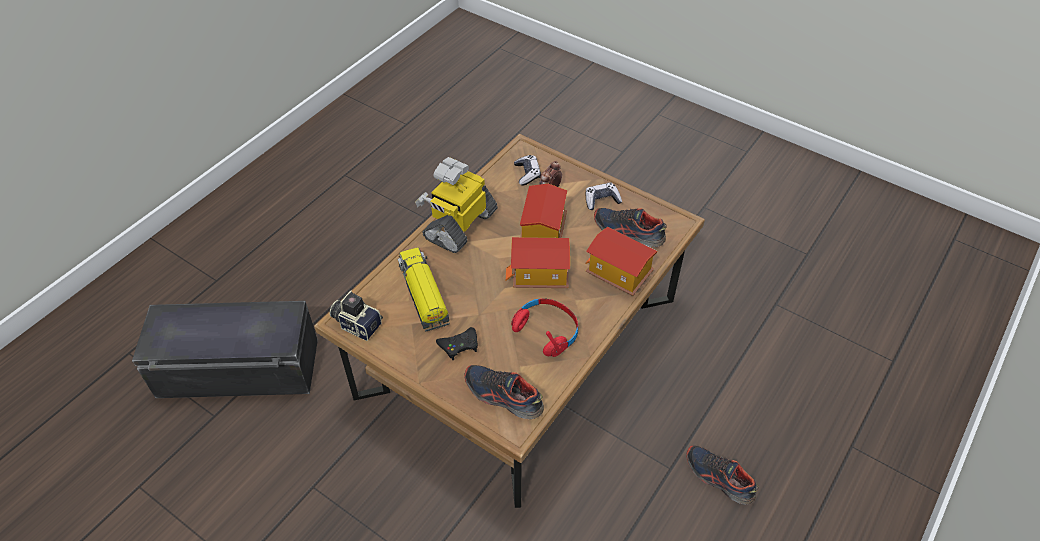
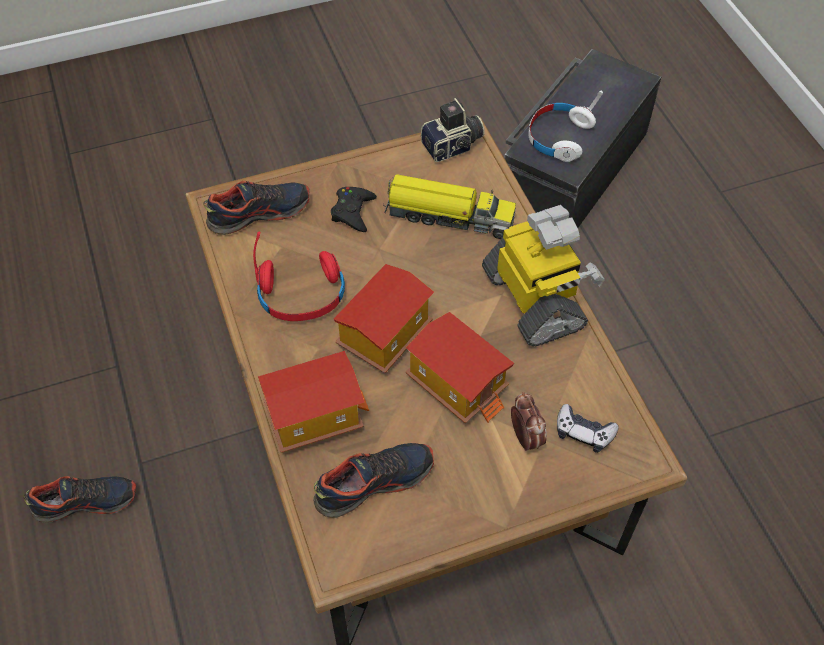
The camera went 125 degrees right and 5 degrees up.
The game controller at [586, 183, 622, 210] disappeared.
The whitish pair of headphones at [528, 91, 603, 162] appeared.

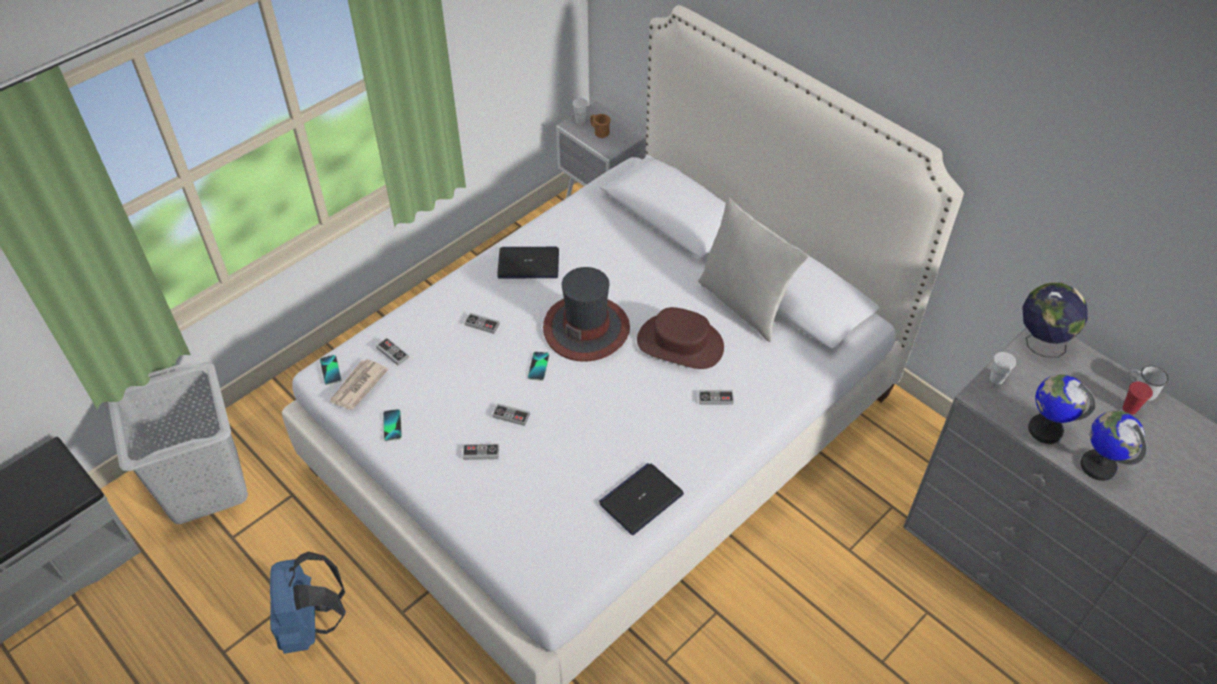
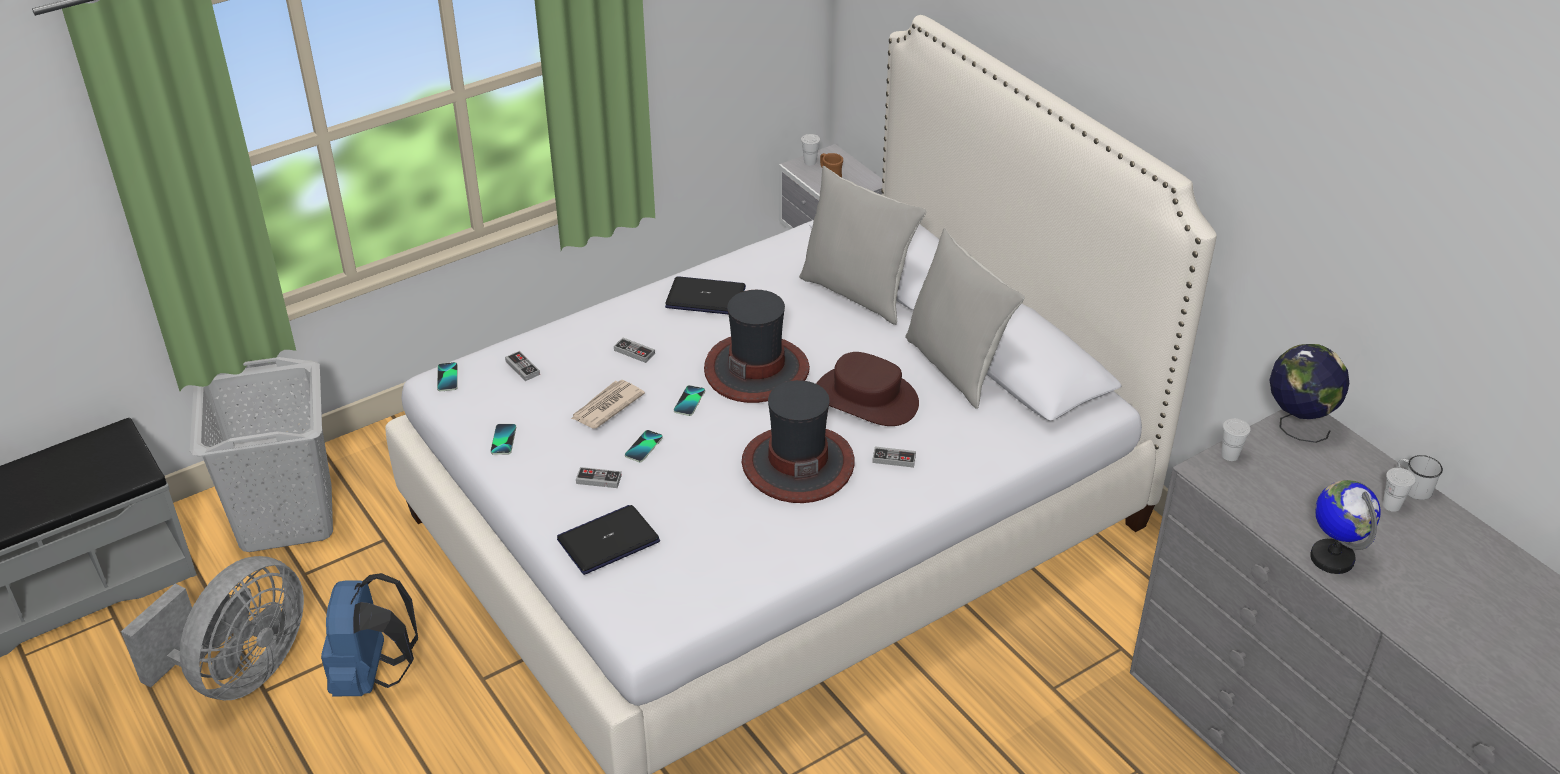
The camera went 10 degrees right and 10 degrees down.
The daily paper moved from [330, 359, 388, 410] to [571, 380, 645, 429].
The desk globe at [1028, 374, 1096, 444] disappeared.
The red small cup at [1122, 382, 1153, 415] became the whitish small cup at [1383, 468, 1416, 512].
The game controller at [492, 404, 530, 426] was replaced by the phone at [625, 430, 663, 462].
The notebook computer moved from [599, 463, 684, 535] to [557, 505, 660, 575].
The gray pillow at [799, 166, 927, 325] appeared.
The wearable hat at [742, 380, 855, 503] appeared.
The gray cooling fan at [121, 556, 304, 700] appeared.

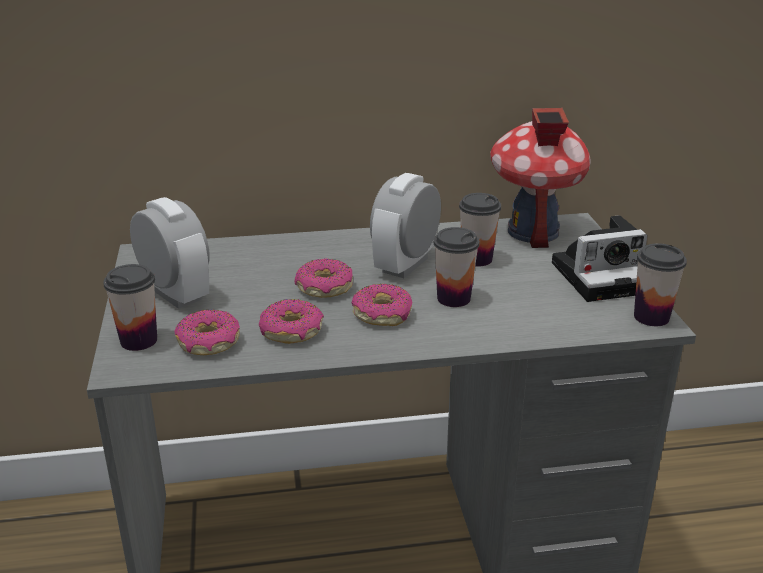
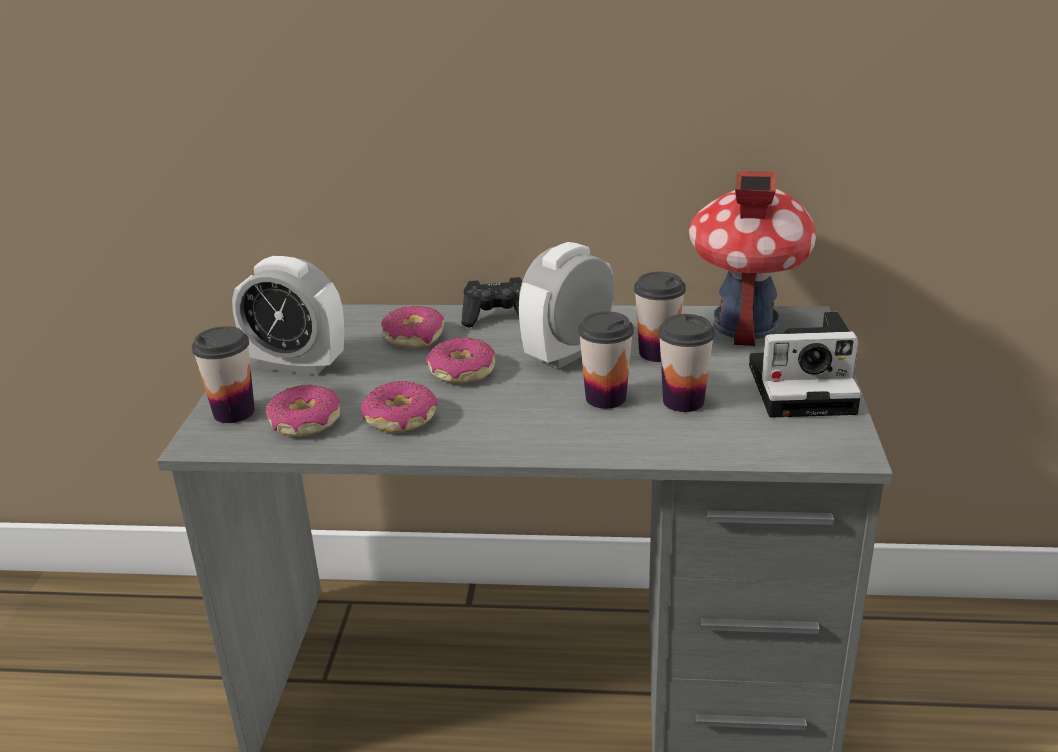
The camera went 15 degrees right and 0 degrees up.
The table clock at [130, 197, 210, 309] turned 135 degrees clockwise.
The small cup moved from [634, 243, 687, 326] to [658, 314, 715, 412].
The ring doughnut moved from [352, 284, 412, 326] to [381, 306, 444, 348].
The black-coloured game controller at [461, 277, 522, 327] appeared.

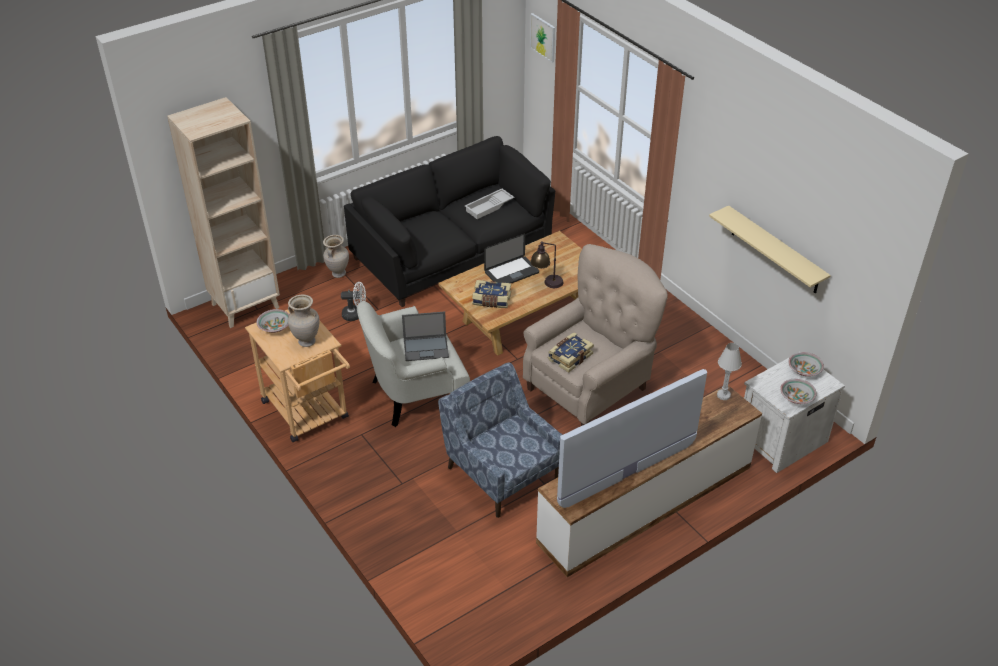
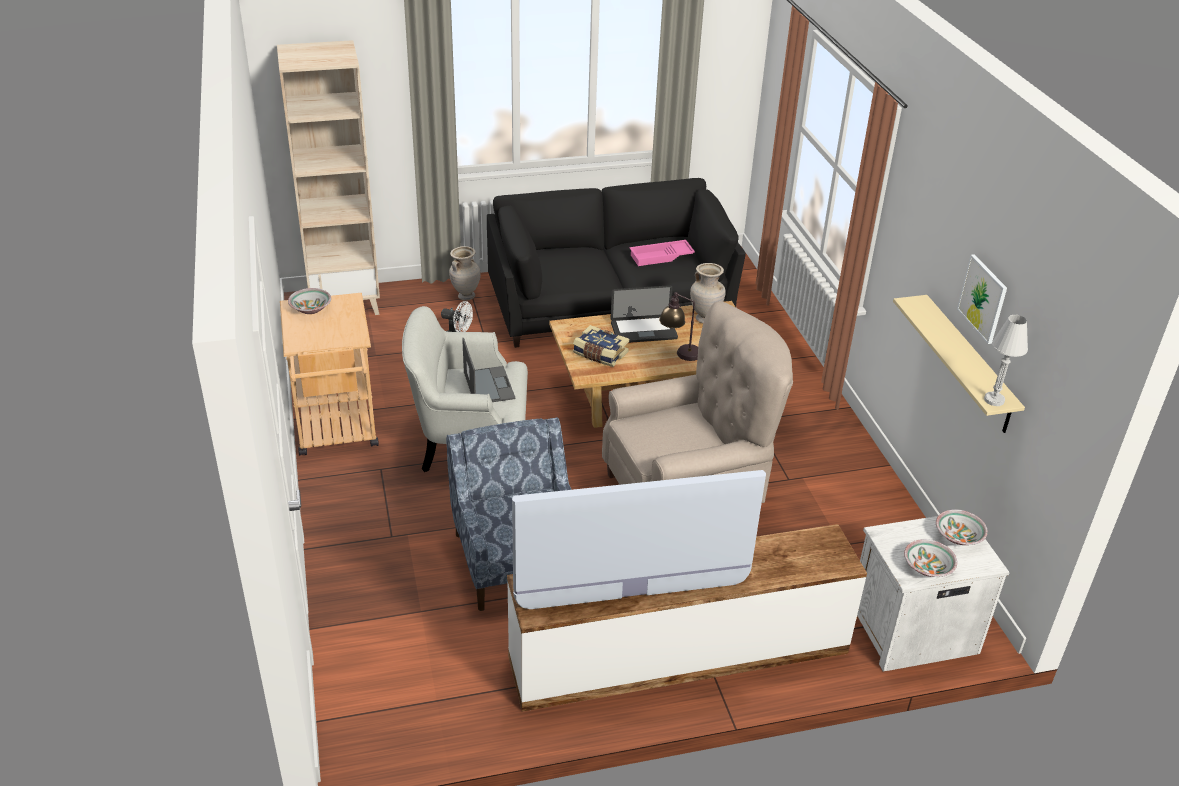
The camera went 20 degrees right and 5 degrees down.
The picture moved from [530, 13, 555, 63] to [957, 254, 1007, 344].
The whitish carrying tray at [465, 189, 514, 219] became the pink-coloured carrying tray at [629, 240, 695, 266].
The sand-coloured decorative vase moved from [288, 294, 320, 347] to [690, 263, 726, 323].
The notebook computer at [402, 312, 449, 361] turned 120 degrees counterclockwise.
The book at [548, 333, 594, 373] disappeared.
The whitish table lamp moved from [717, 343, 742, 400] to [984, 315, 1028, 406].

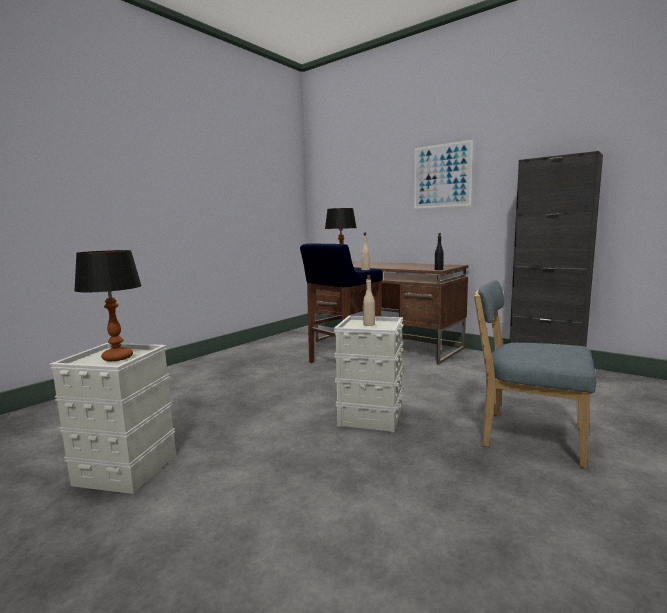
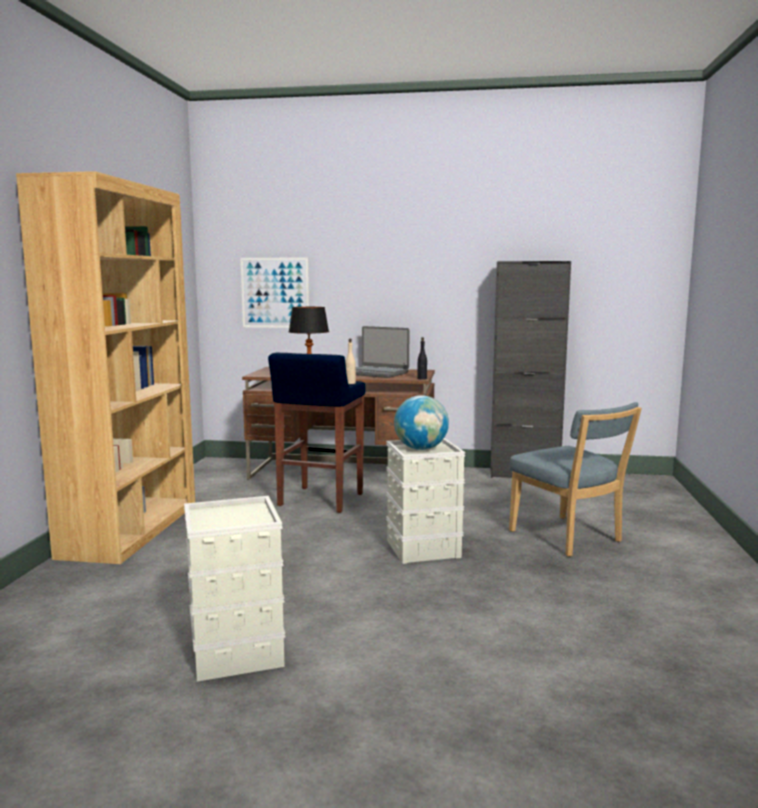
The camera went 30 degrees left and 0 degrees up.
The picture moved from [414, 139, 473, 209] to [241, 258, 309, 328].
The table lamp at [74, 250, 142, 361] disappeared.
The sand-coloured drink bottle at [363, 275, 375, 326] was replaced by the desk globe at [394, 395, 449, 450].
The blue-coloured upright chair at [474, 280, 596, 468] turned 120 degrees counterclockwise.
The brown-coloured bookcase at [16, 171, 195, 564] appeared.
The notebook computer at [356, 326, 409, 378] appeared.

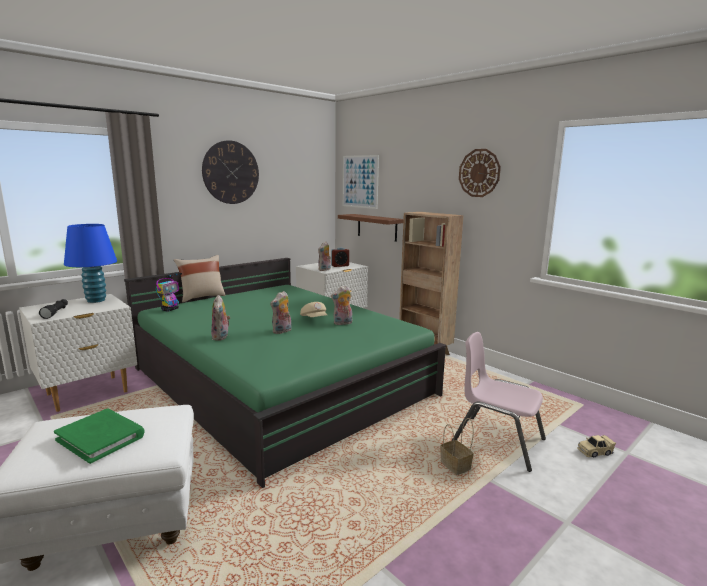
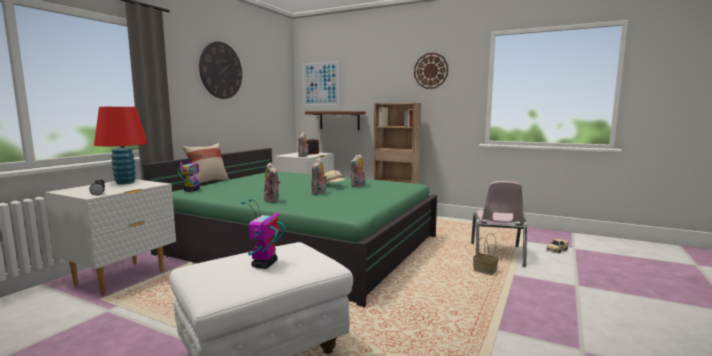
The camera went 20 degrees left and 5 degrees down.
The blue-coloured table lamp at [64, 224, 117, 303] became the red table lamp at [94, 107, 148, 184].
The pink-coloured upright chair at [451, 332, 546, 472] turned 90 degrees counterclockwise.
The green book at [54, 409, 145, 464] was replaced by the toy robot at [241, 199, 285, 269].

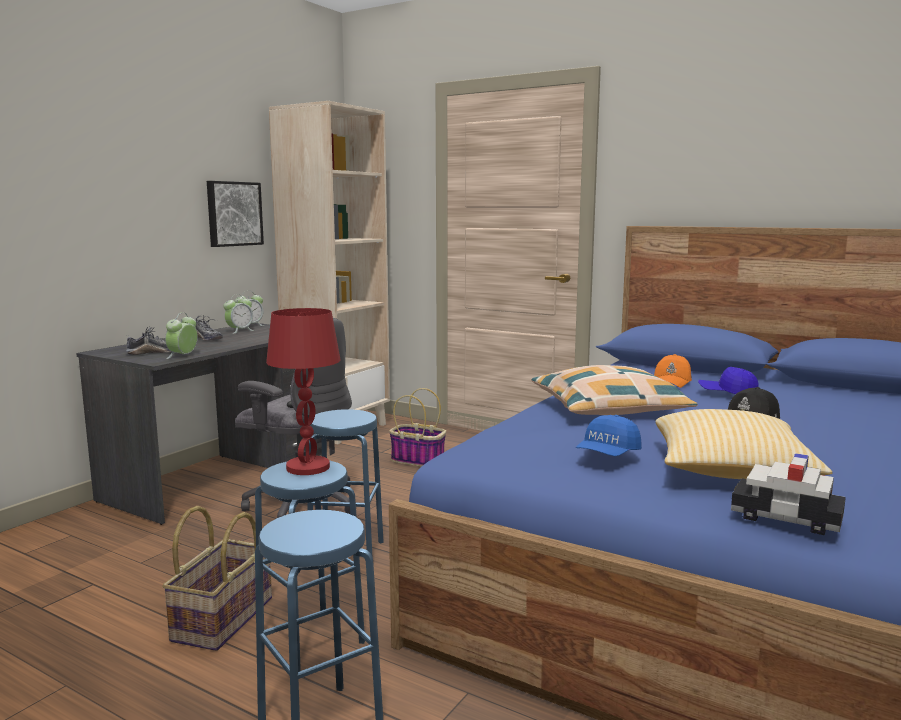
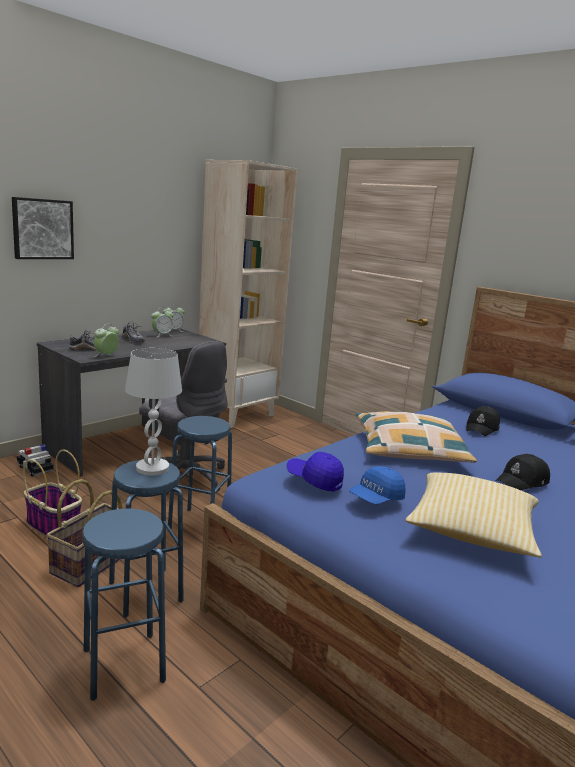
The camera went 10 degrees right and 5 degrees up.
The picture moved from [207, 181, 264, 247] to [12, 197, 74, 259].
The red table lamp at [266, 308, 340, 475] became the whitish table lamp at [125, 348, 182, 476].
The orangey baseball cap at [654, 354, 692, 388] became the black-coloured baseball cap at [466, 406, 500, 436].
The blue-coloured baseball cap moved from [698, 367, 759, 394] to [287, 452, 344, 492].
The household basket moved from [389, 388, 446, 467] to [23, 450, 82, 538].
The toy car moved from [731, 453, 846, 535] to [17, 444, 54, 477].

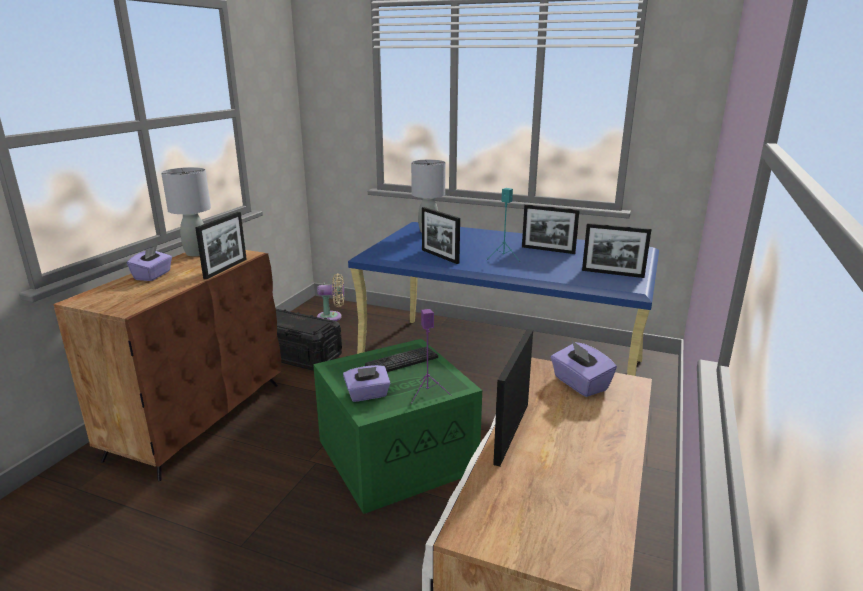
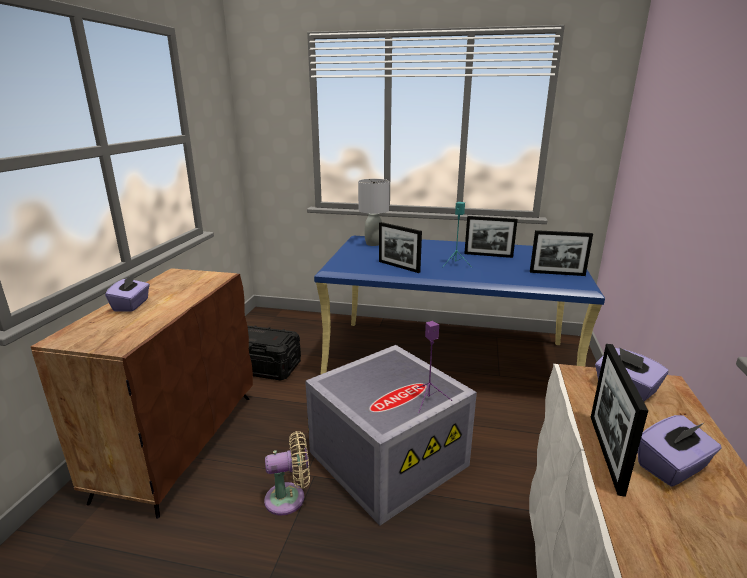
The camera went 10 degrees left and 0 degrees up.
The gray table lamp at [161, 167, 211, 256] disappeared.
The picture frame at [195, 212, 247, 280] disappeared.
The sand-coloured cooling fan moved from [317, 274, 344, 321] to [264, 431, 310, 516].
The green storage container at [313, 339, 482, 514] became the gray storage container at [305, 345, 477, 526].
The keyboard at [365, 346, 438, 372] disappeared.
The purplish tissue holder moved from [343, 365, 390, 402] to [637, 415, 722, 486].

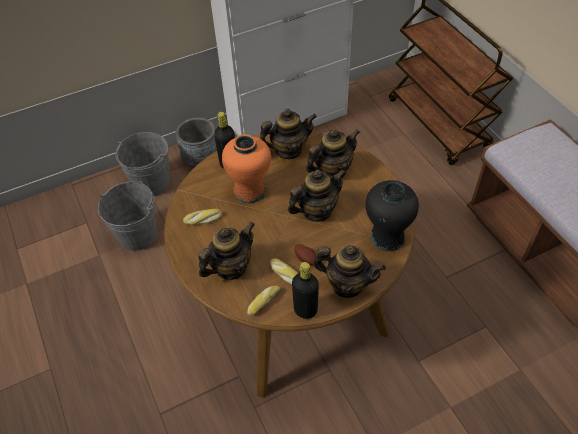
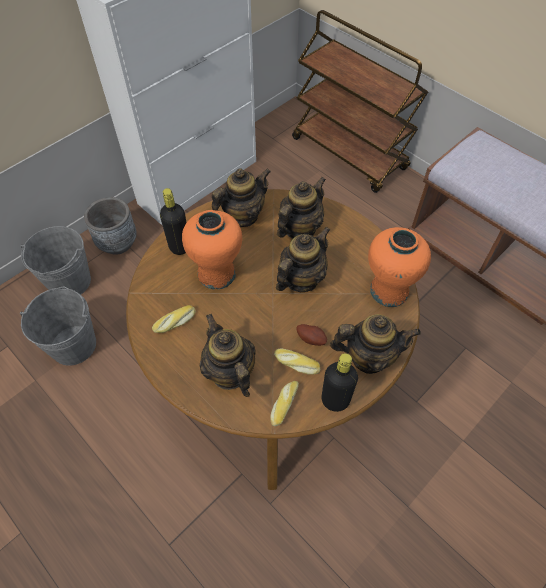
The camera went 20 degrees left and 5 degrees up.
The black-coloured decorative vase at [365, 180, 419, 252] became the orangey decorative vase at [368, 227, 431, 307].
The tea pot at [198, 222, 255, 280] turned 60 degrees counterclockwise.

